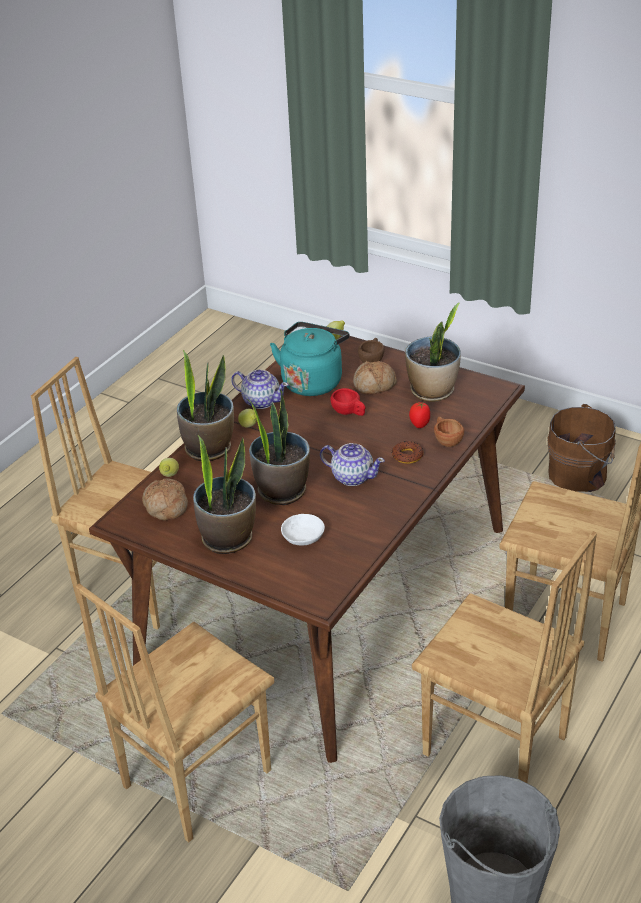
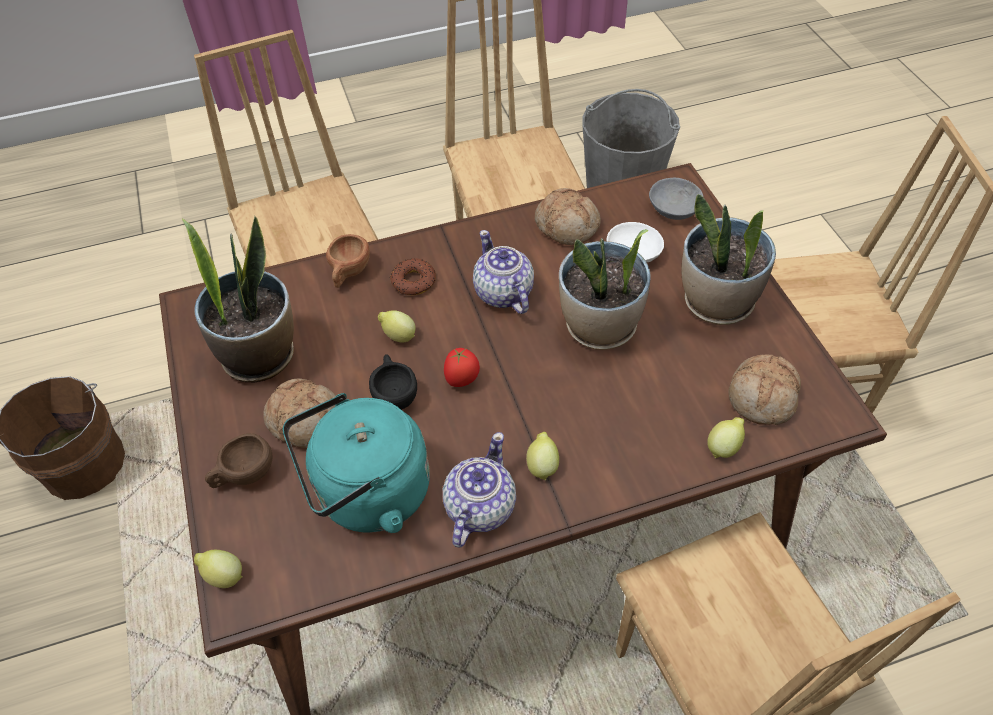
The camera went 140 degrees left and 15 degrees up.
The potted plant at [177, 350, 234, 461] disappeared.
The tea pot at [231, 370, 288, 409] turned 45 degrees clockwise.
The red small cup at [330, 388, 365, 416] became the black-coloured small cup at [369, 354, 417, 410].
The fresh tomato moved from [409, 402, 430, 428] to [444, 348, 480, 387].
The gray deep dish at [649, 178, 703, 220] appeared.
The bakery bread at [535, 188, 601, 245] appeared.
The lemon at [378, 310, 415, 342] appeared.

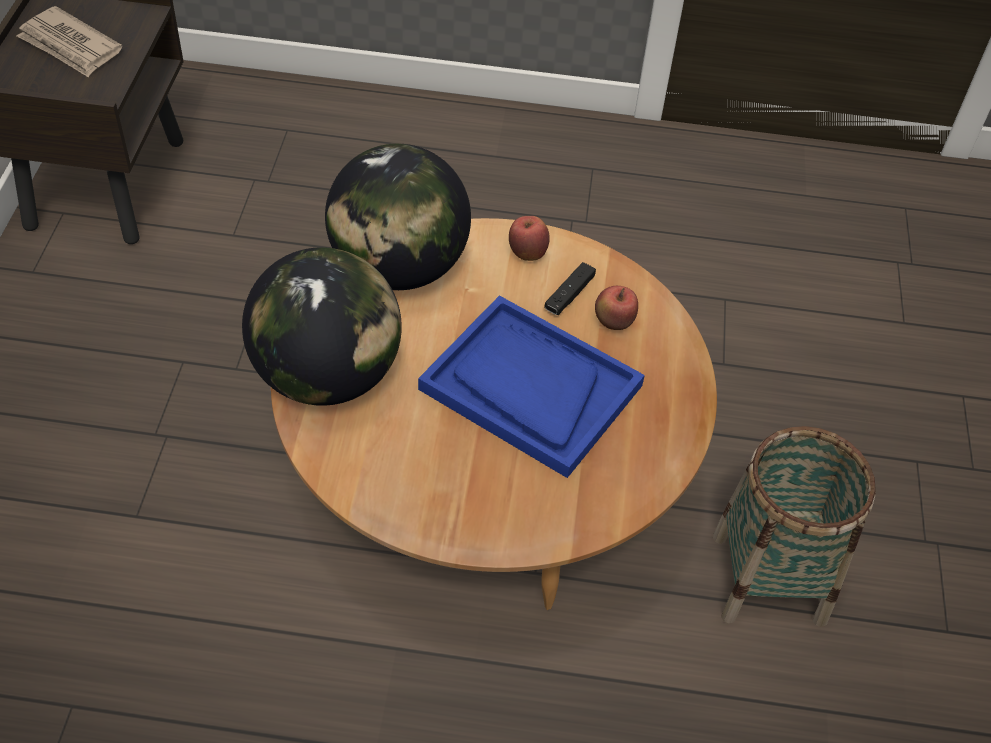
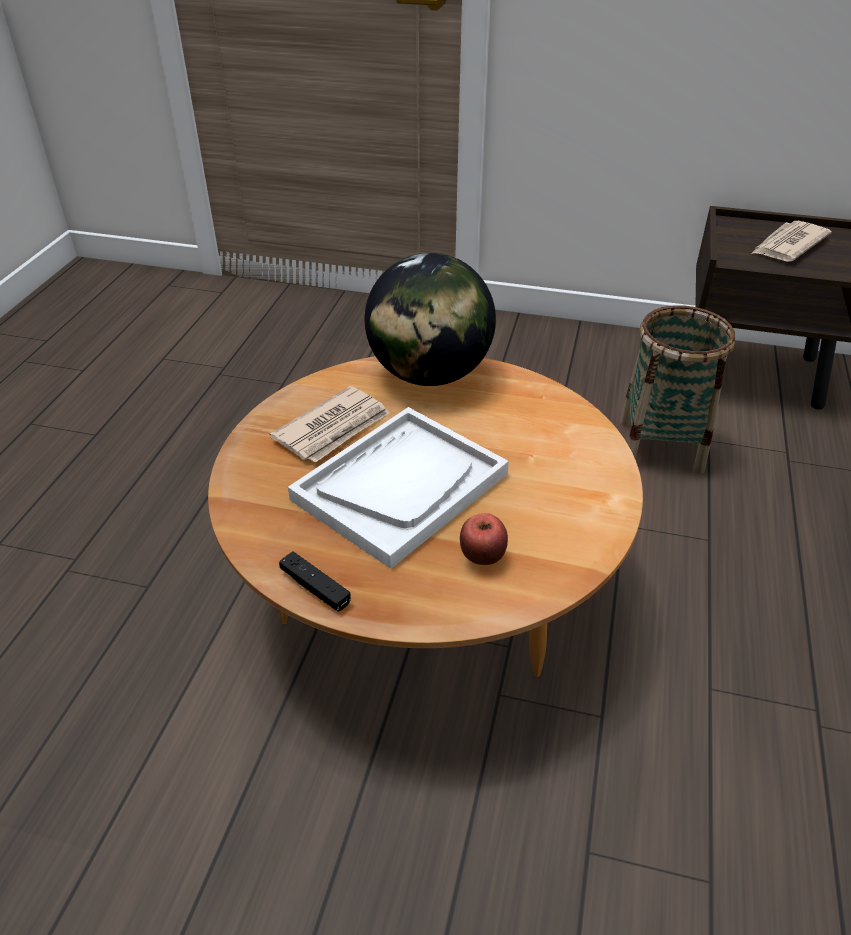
The camera went 100 degrees right and 10 degrees down.
The desk globe at [325, 144, 471, 290] disappeared.
The apple fruit at [509, 216, 550, 261] disappeared.
The black-coloured game controller moved from [544, 262, 596, 315] to [279, 551, 351, 612].
The blue-coloured carrying tray at [418, 295, 645, 478] became the whitish carrying tray at [288, 407, 509, 569].
The household basket moved from [713, 426, 876, 627] to [620, 306, 735, 474].
The daily paper at [270, 386, 390, 463] appeared.

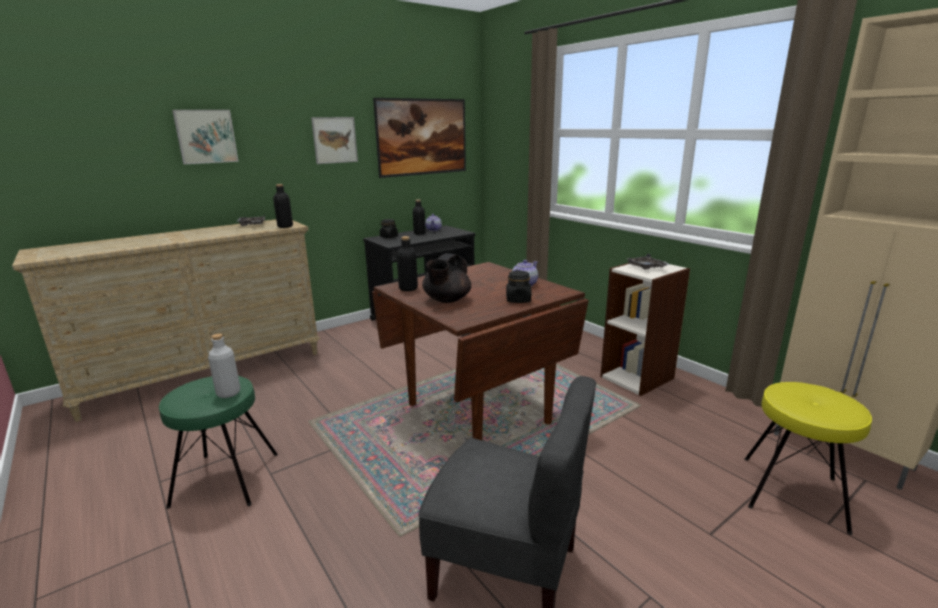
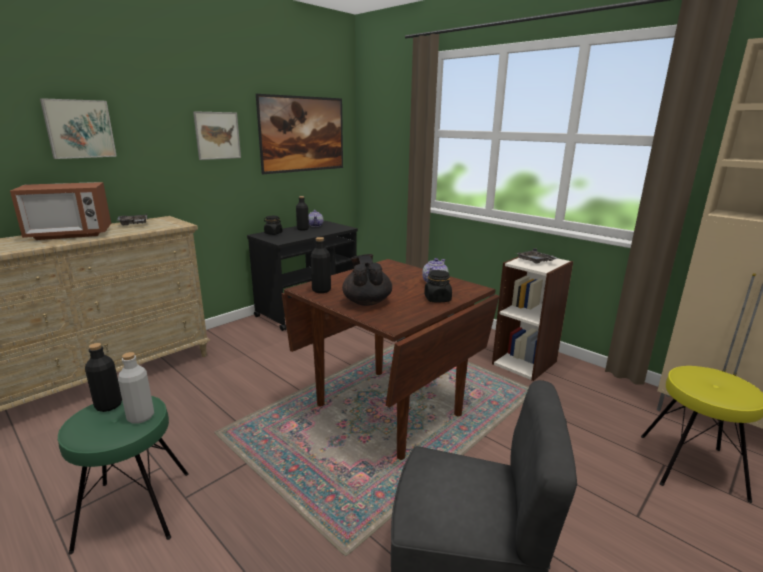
The camera went 10 degrees left and 0 degrees up.
The black-coloured drink bottle moved from [273, 184, 293, 228] to [85, 343, 122, 412].
The black-coloured tea pot at [422, 253, 471, 303] turned 150 degrees clockwise.
The kitchen microwave at [10, 182, 111, 240] appeared.

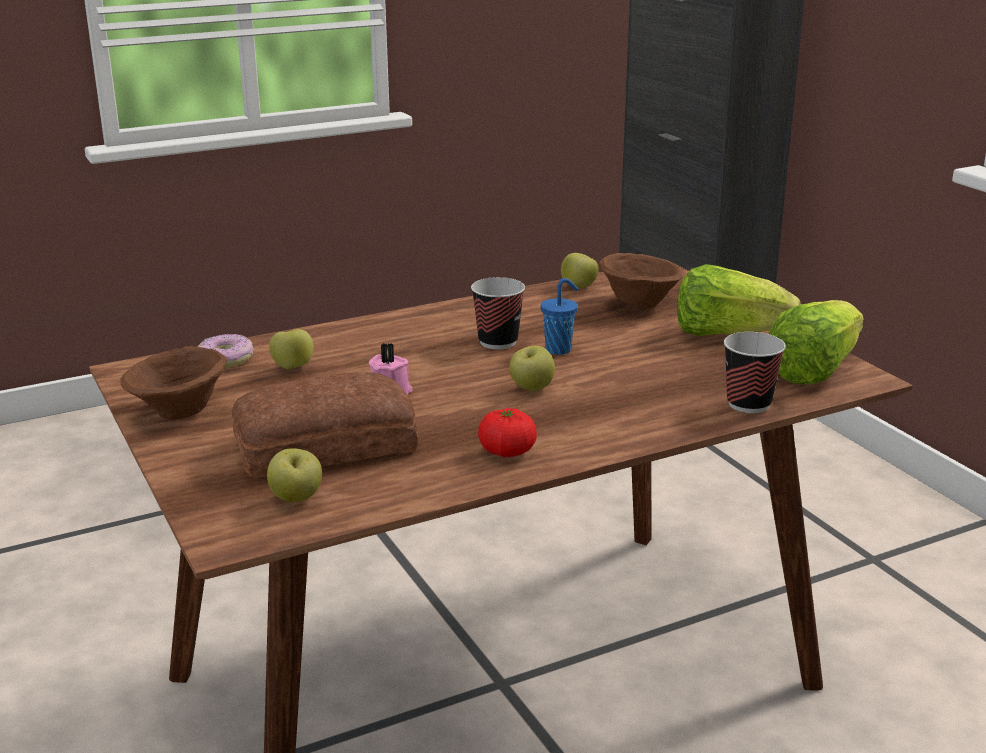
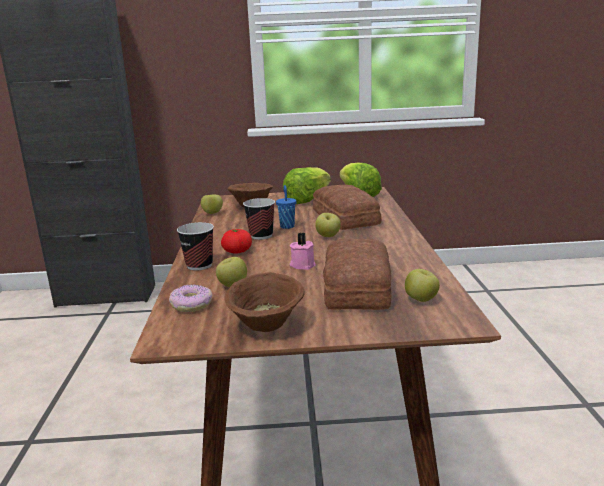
The camera went 65 degrees left and 5 degrees down.
The small cup moved from [724, 332, 786, 413] to [177, 222, 214, 271].
The fresh tomato moved from [478, 408, 537, 457] to [221, 229, 252, 254].
The bakery bread at [313, 185, 381, 230] appeared.

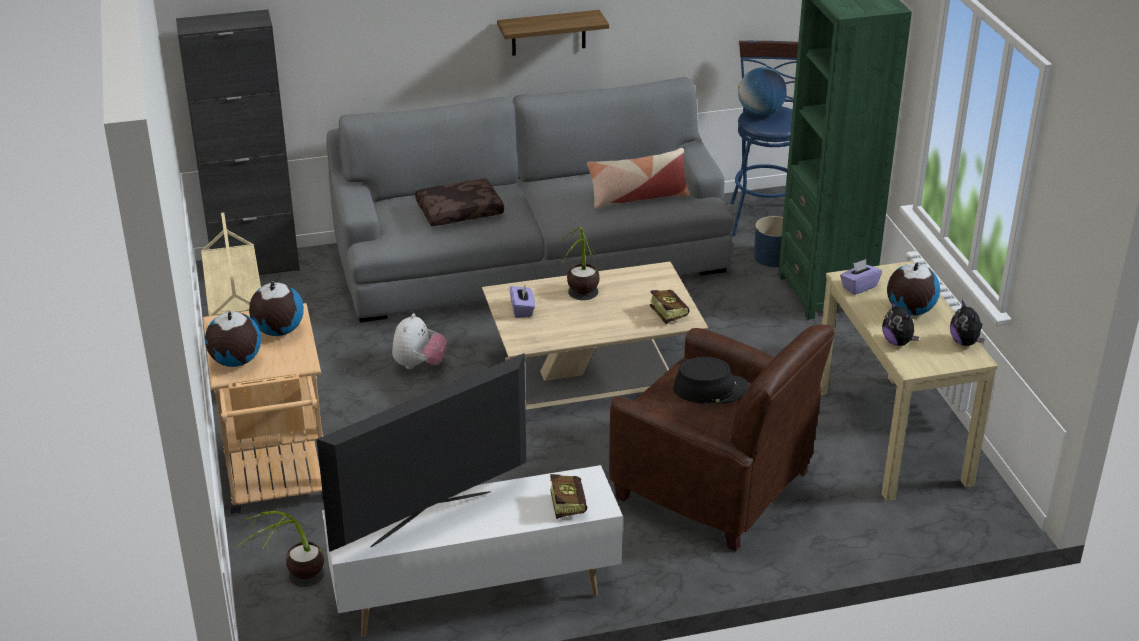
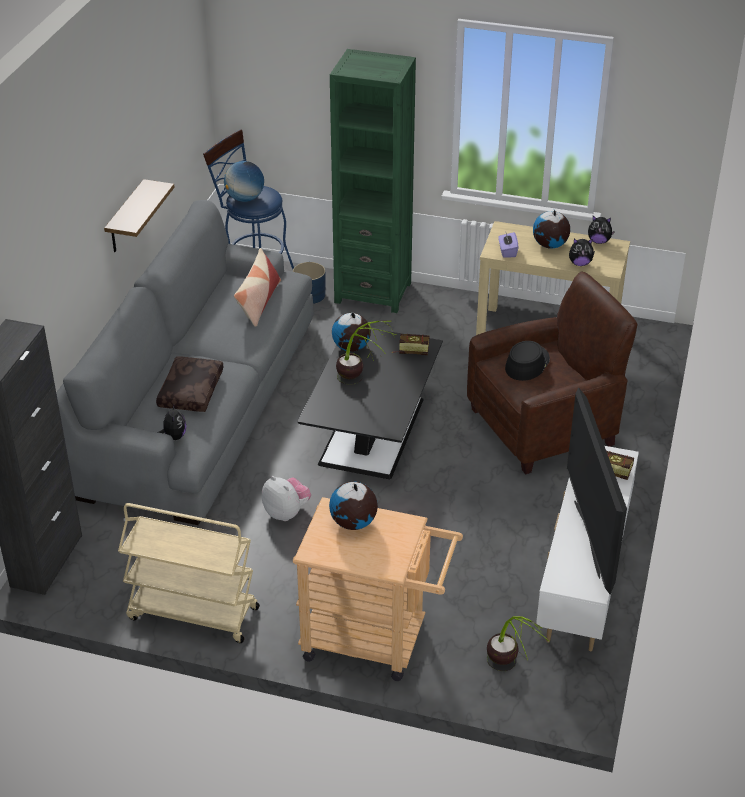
The camera went 60 degrees left and 5 degrees up.
The sand-coloured coffee table at [482, 262, 708, 410] became the black-coloured coffee table at [298, 329, 443, 479].
The purplish tissue holder at [510, 283, 535, 318] disappeared.
The desk globe moved from [205, 311, 261, 367] to [332, 312, 371, 352].
The cuddly toy at [158, 405, 186, 440] appeared.

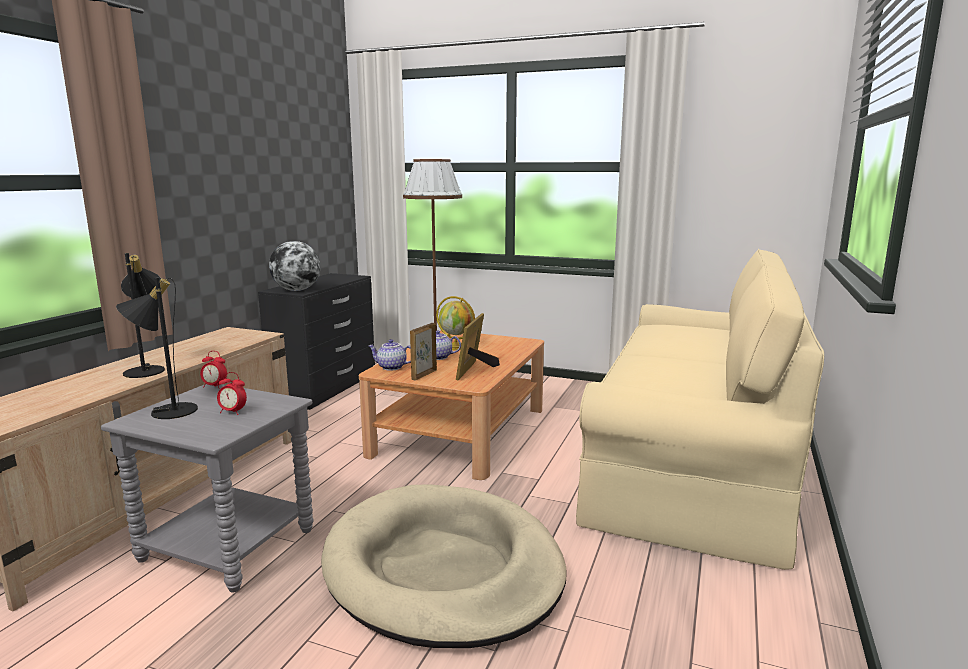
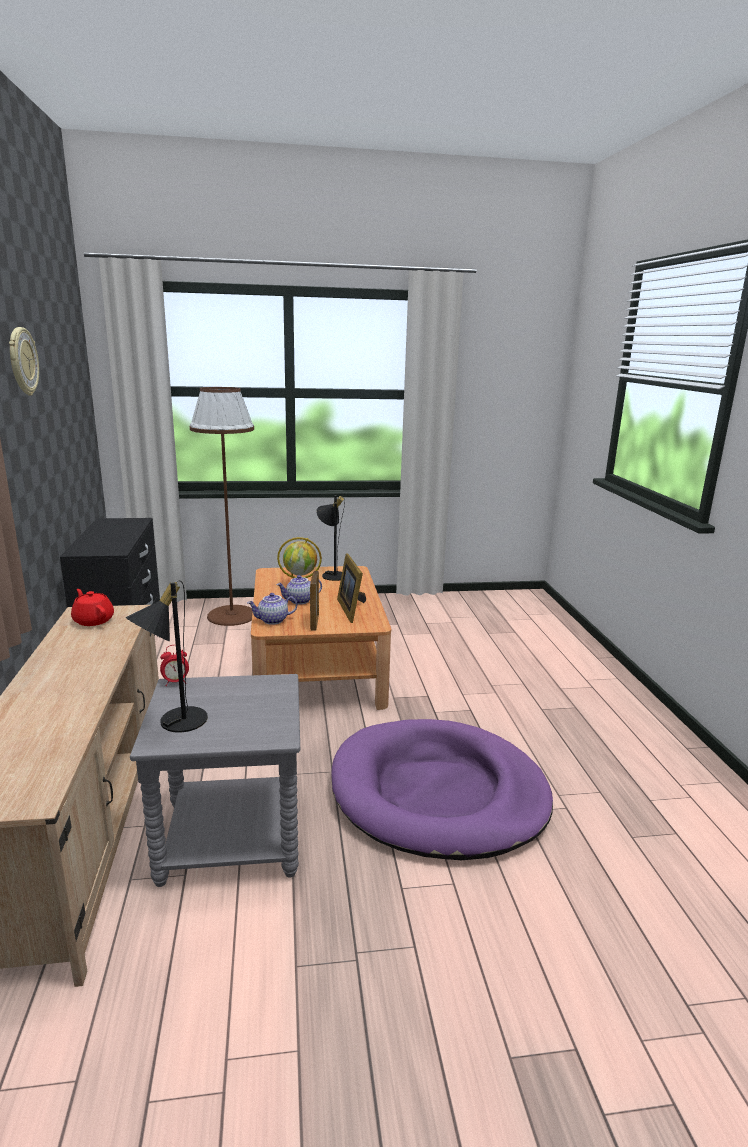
The camera went 30 degrees left and 5 degrees up.
The desk globe at [269, 241, 321, 291] disappeared.
The sand-coloured sofa at [576, 249, 824, 570] disappeared.
The black-coloured table lamp moved from [121, 253, 165, 378] to [316, 495, 345, 581].
The table clock at [217, 372, 247, 415] disappeared.
The sand-coloured pet bed at [321, 485, 567, 648] became the purplish pet bed at [332, 719, 553, 860].
The wall clock at [9, 327, 39, 396] appeared.
The red tea pot at [71, 589, 114, 626] appeared.

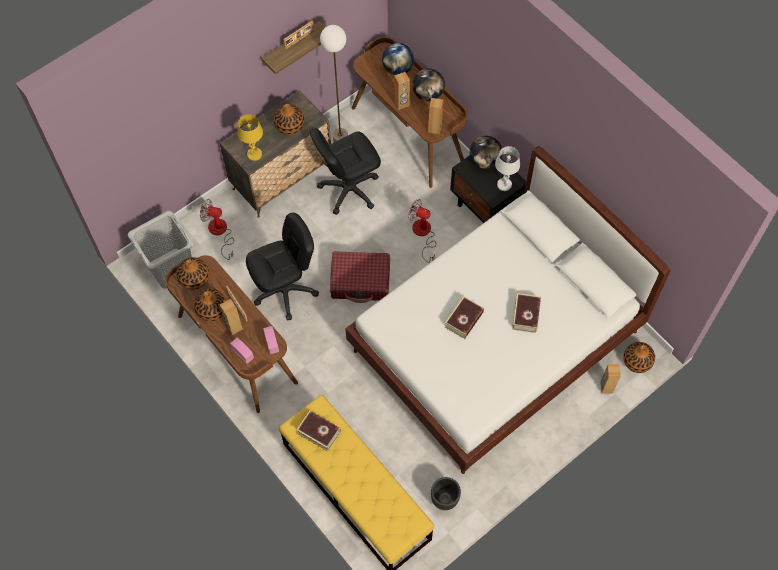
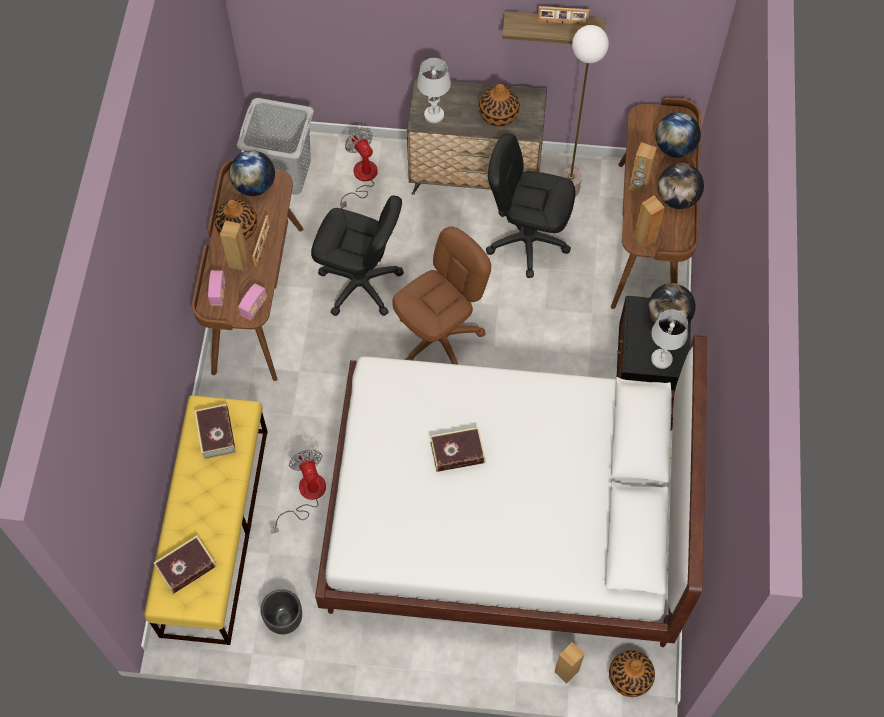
The camera went 45 degrees right and 0 degrees up.
The yellow table lamp at [238, 114, 263, 161] became the whitish table lamp at [417, 58, 451, 123].
The cooling fan moved from [408, 199, 436, 263] to [271, 450, 326, 534].
The red piece of luggage at [330, 251, 390, 303] was replaced by the brown-coloured office chair at [392, 227, 491, 365].
The decorative vase at [176, 257, 209, 290] was replaced by the desk globe at [229, 150, 275, 196].
The book moved from [512, 293, 541, 333] to [154, 536, 216, 594].

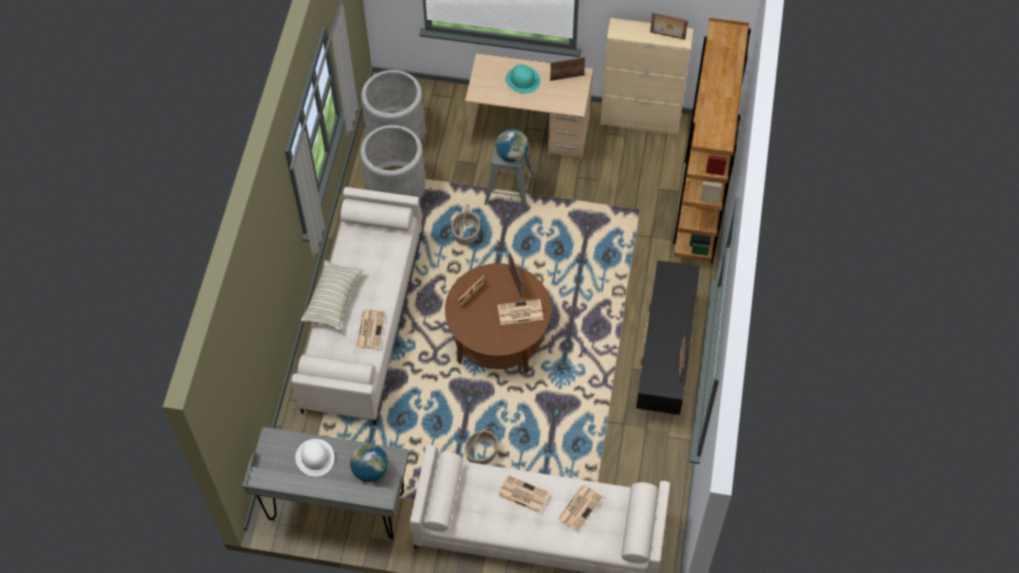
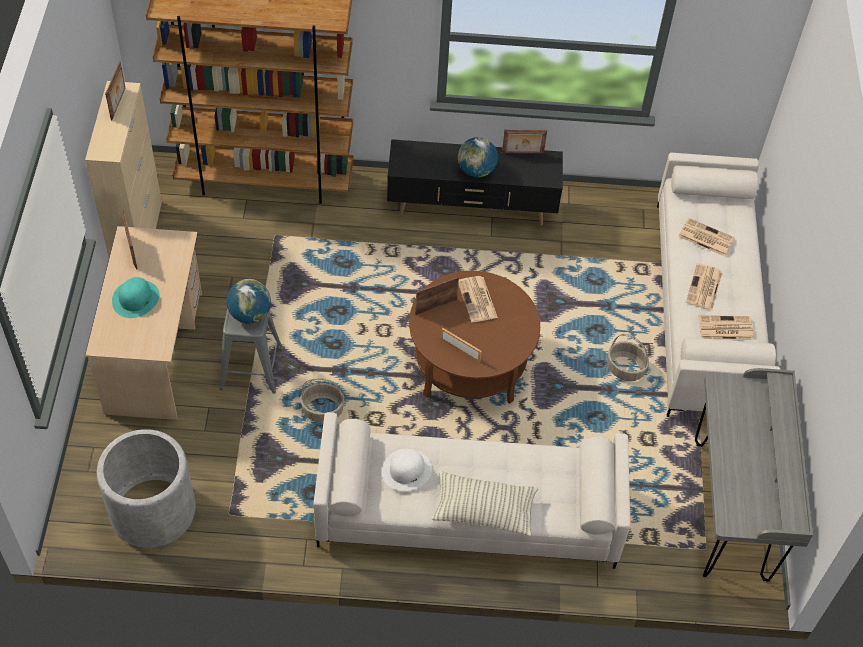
The camera went 100 degrees left and 5 degrees down.
The gray flower pot at [360, 125, 426, 199] disappeared.
The daily paper moved from [356, 309, 385, 349] to [698, 315, 754, 340].
The whitish wearable hat moved from [295, 439, 334, 477] to [382, 449, 432, 491].
The desk globe moved from [350, 444, 388, 482] to [458, 137, 498, 177].

